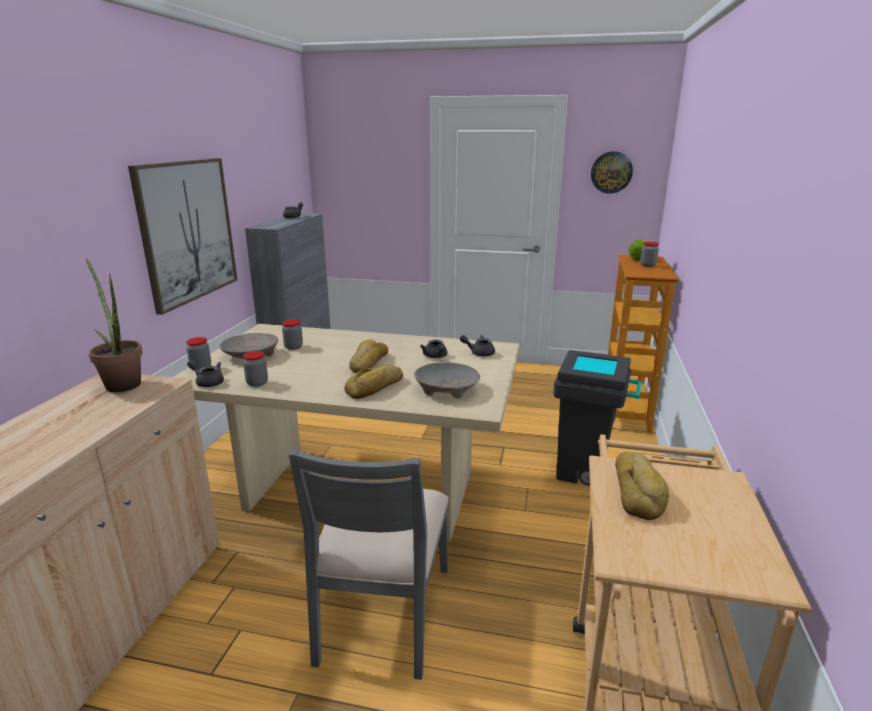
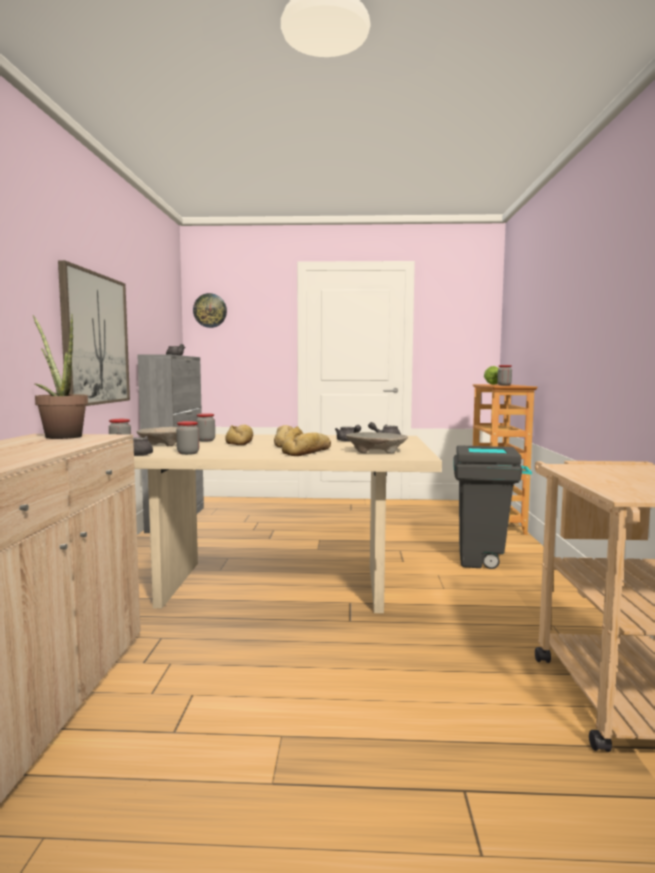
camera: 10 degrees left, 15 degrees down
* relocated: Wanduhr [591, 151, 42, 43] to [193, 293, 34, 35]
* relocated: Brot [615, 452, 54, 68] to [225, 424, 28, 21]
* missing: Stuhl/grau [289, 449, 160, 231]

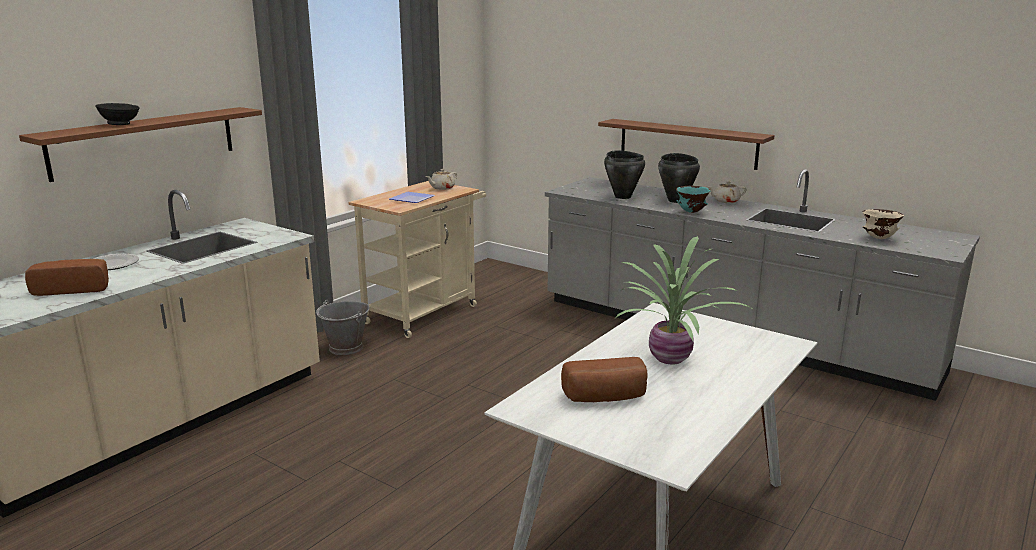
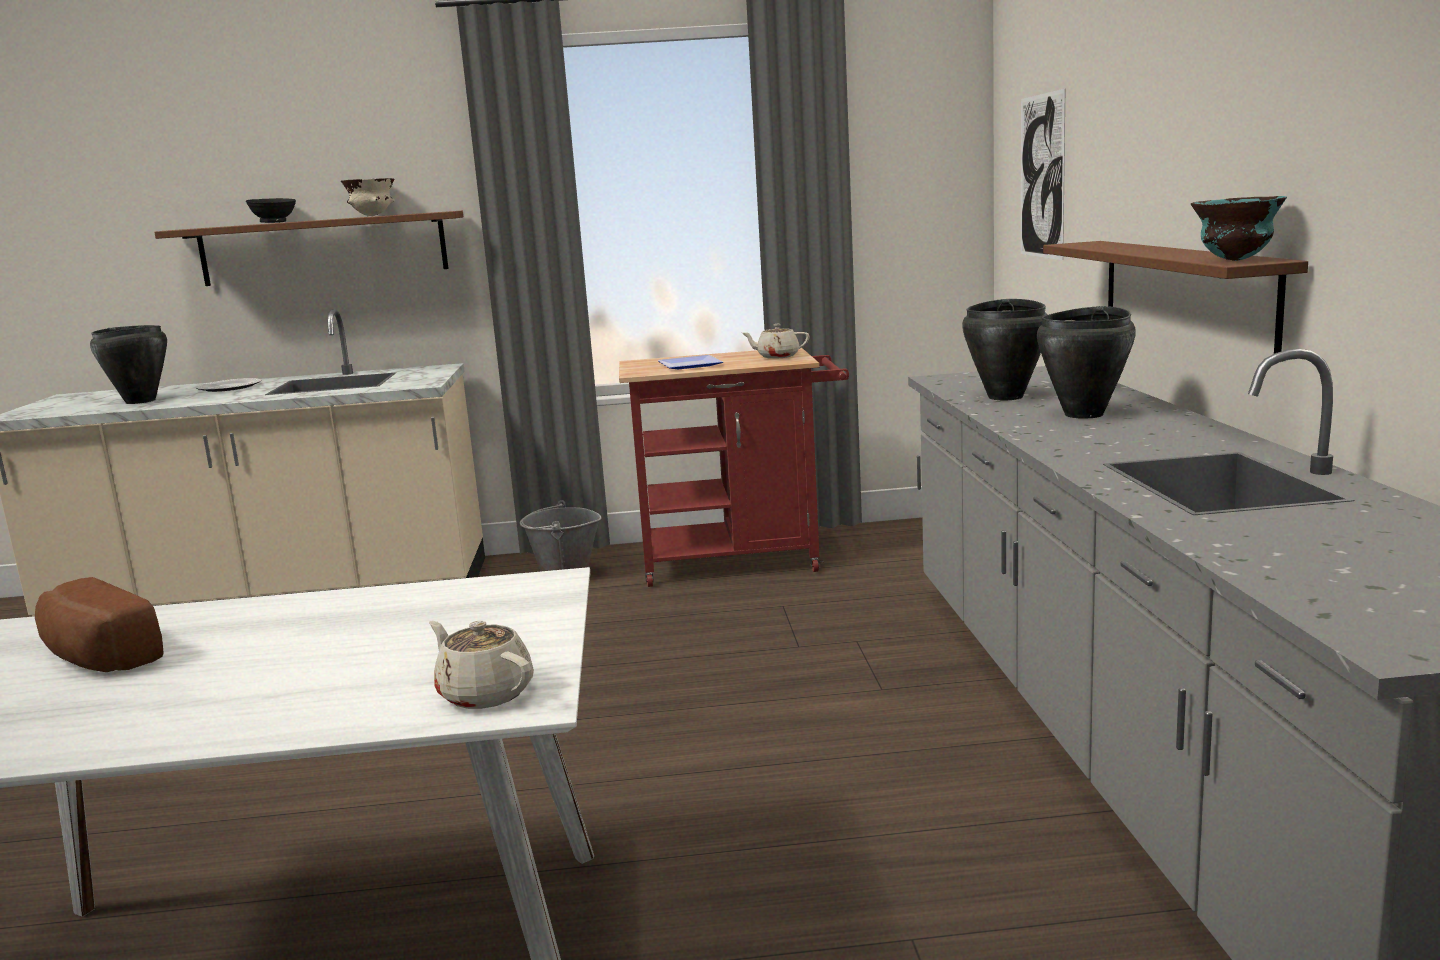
camera: 50 degrees right, 5 degrees down
* exchanged: Brot [25, 259, 84, 37] to Kochtopf/schwarz [90, 325, 77, 79]
* relocated: Schüssel/beige [862, 209, 42, 30] to [341, 178, 53, 38]
* relocated: Teekanne/beige [707, 181, 40, 22] to [429, 621, 105, 88]
* colour: Rollwagen/beige [349, 181, 137, 157] to Rollwagen/rot [619, 348, 230, 239]
* appeared: Bild [1021, 89, 44, 171]
* relocated: Schüssel/türkis [676, 186, 34, 27] to [1191, 196, 96, 65]
* missing: Topfpflanze [615, 236, 136, 128]

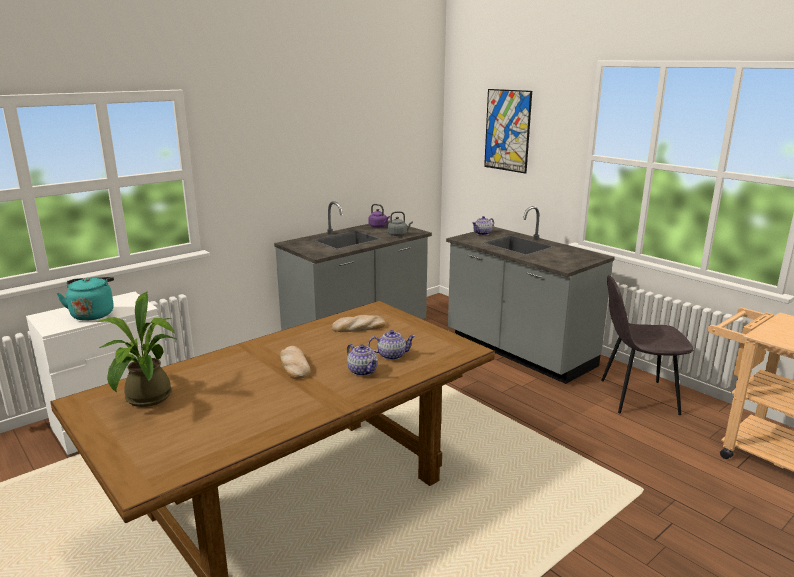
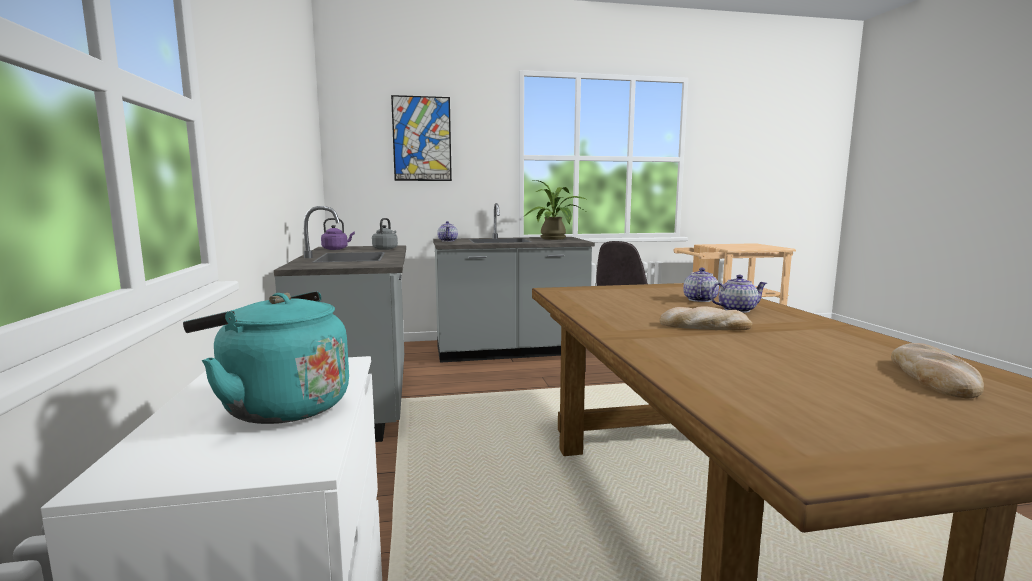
camera: 60 degrees left, 10 degrees down
* relocated: Topfpflanze [96, 292, 82, 115] to [523, 180, 63, 60]
* relocated: Brot [332, 315, 54, 17] to [891, 343, 93, 56]

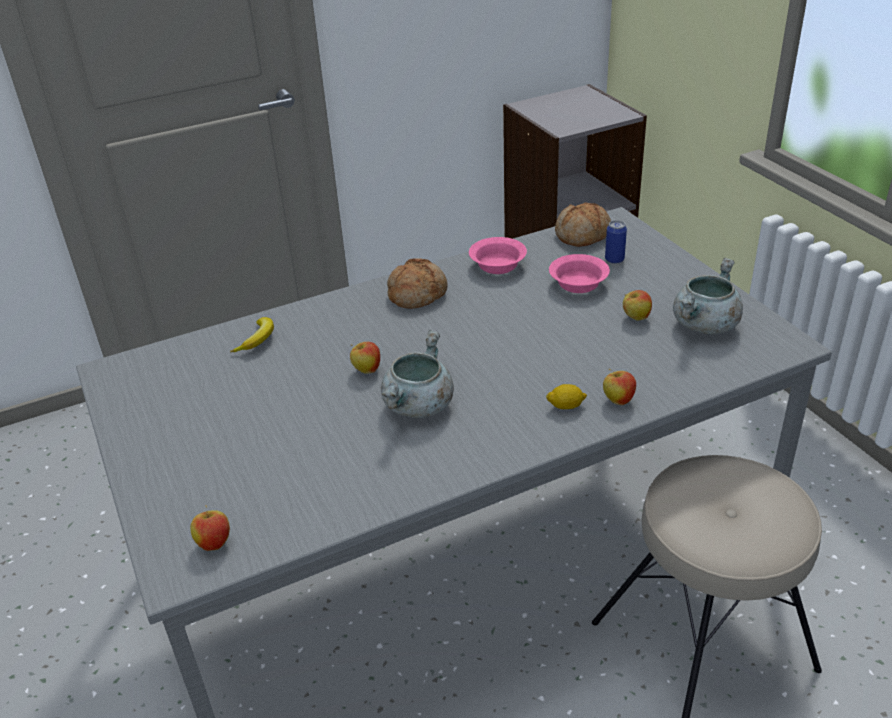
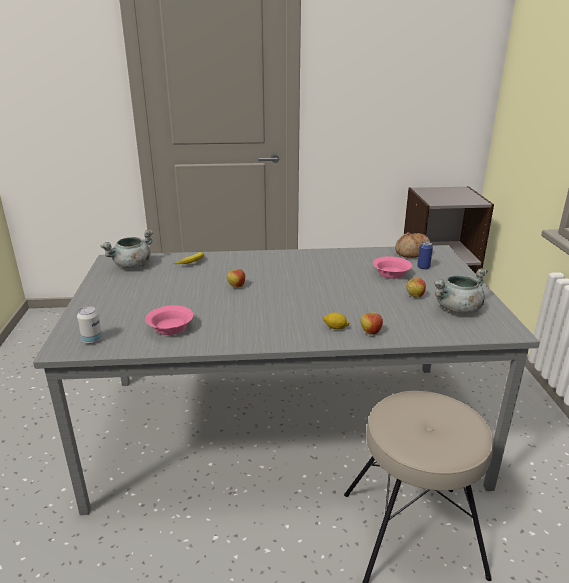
camera: 20 degrees right, 10 degrees down
* exchanged: Apfel [190, 505, 40, 46] to Dose [77, 306, 25, 38]
* relocated: Kochtopf/grau [381, 330, 73, 88] to [100, 229, 53, 40]
* relocated: Schüssel/rosa [469, 237, 58, 37] to [145, 305, 48, 30]
* missing: Brot [387, 258, 61, 51]

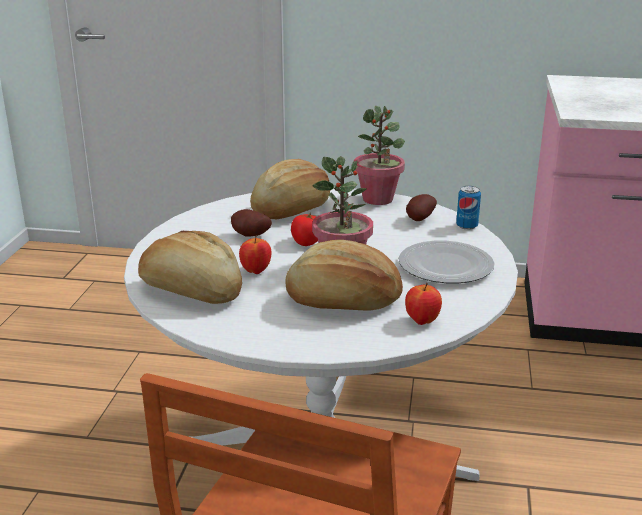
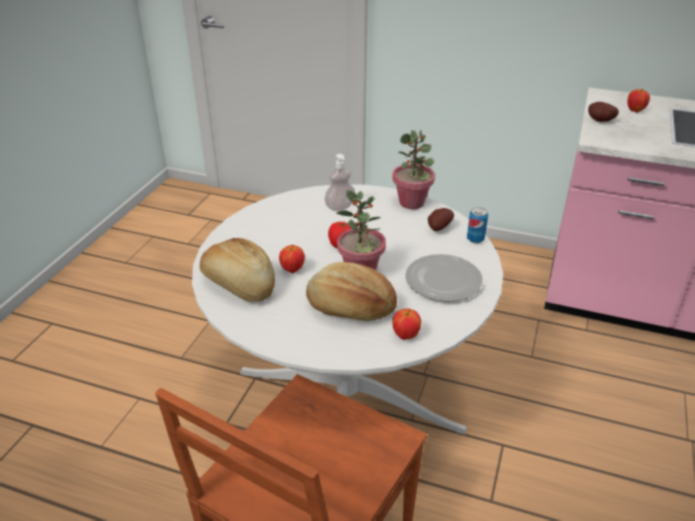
camera: 10 degrees right, 10 degrees up
* exchanged: Brot [250, 159, 80, 60] to Seifenspender [324, 154, 32, 57]
* relocated: Kartoffel [231, 209, 41, 28] to [588, 102, 31, 20]
* appeared: Apfel [627, 88, 23, 25]

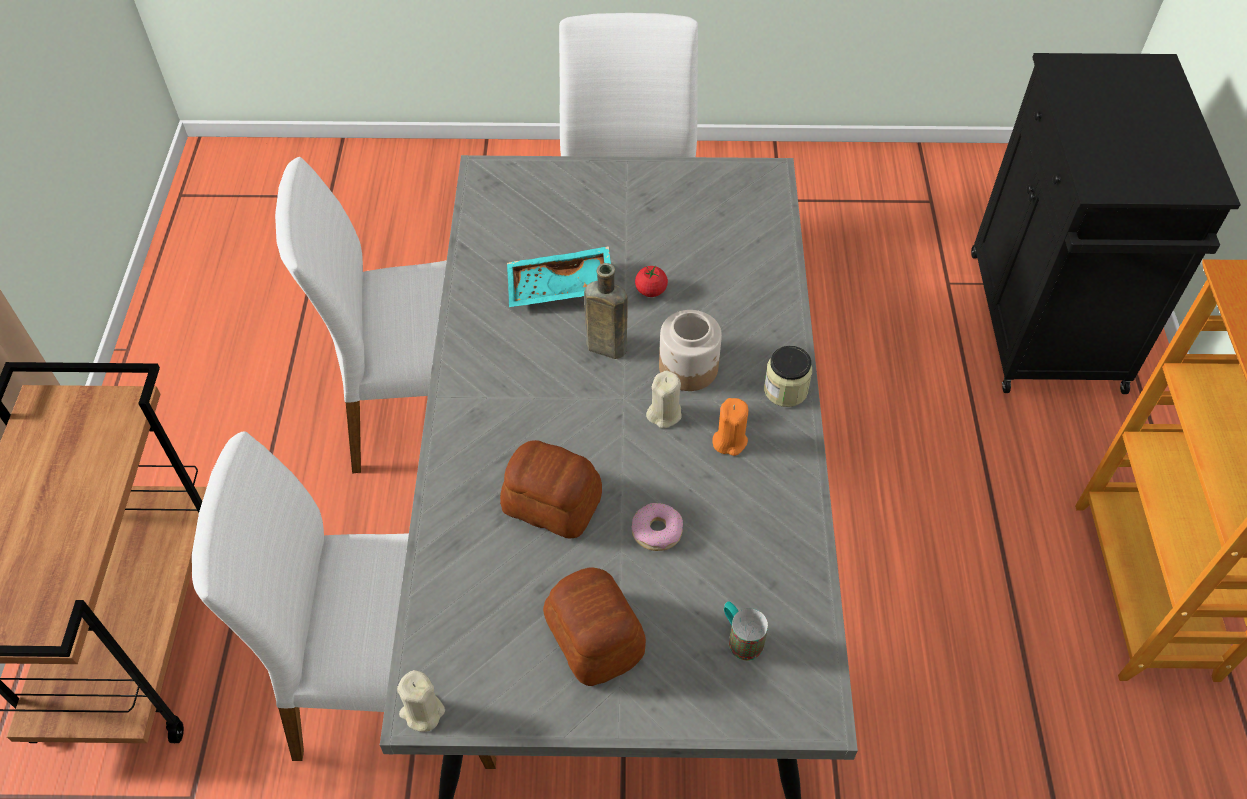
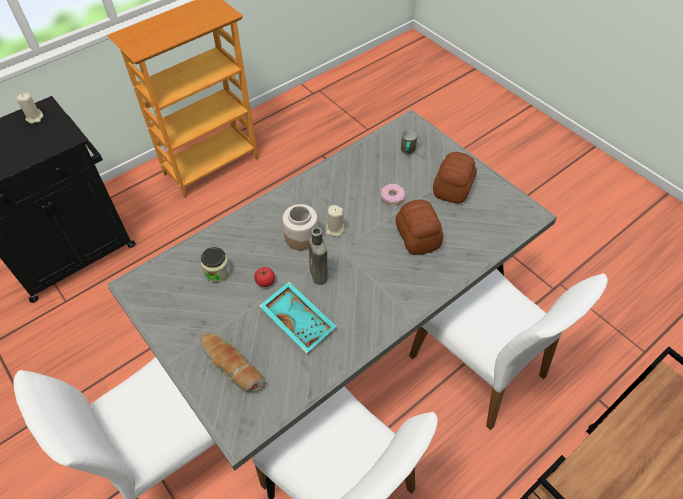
camera: 130 degrees left, 0 degrees up
* relocated: Kerze/beige [397, 670, 48, 62] to [16, 93, 27, 31]
* appeared: Brot [200, 333, 65, 59]
* relocated: Vorratsglas [764, 346, 48, 61] to [201, 247, 29, 35]
* missing: Kerze/orange [712, 398, 36, 58]

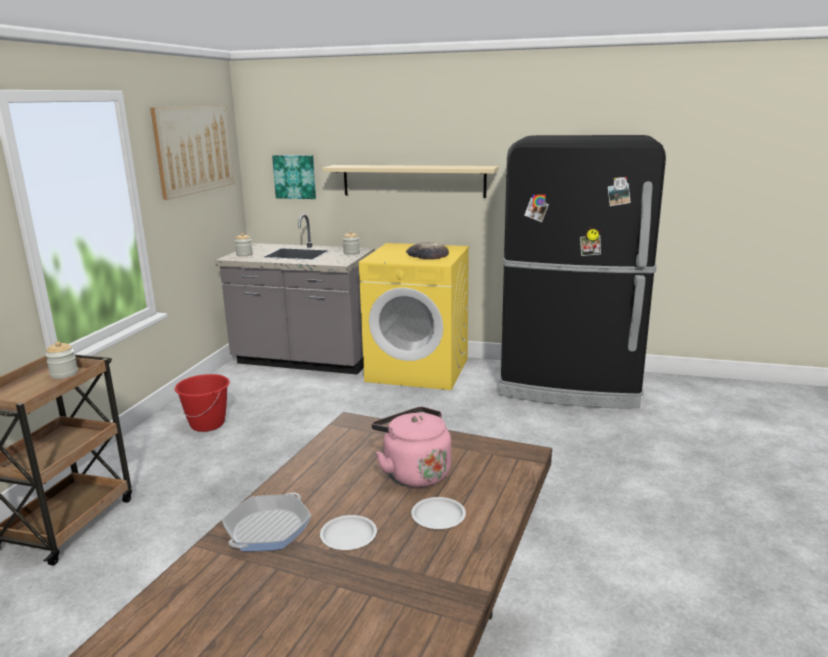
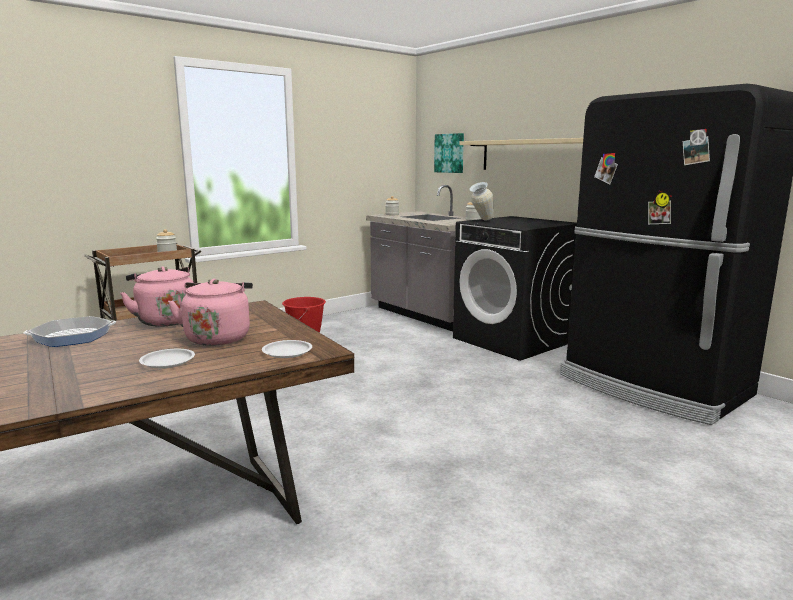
camera: 35 degrees right, 5 degrees down
* appeared: Wasserkessel/rosa [120, 266, 74, 60]
* relocated: Teller/weiß [320, 515, 57, 35] to [262, 340, 50, 18]
* colour: Waschmaschine/gelb [359, 243, 110, 147] to Waschmaschine/schwarz [453, 216, 124, 145]
* appeared: Vase [470, 182, 24, 39]
* missing: Bild [150, 105, 84, 95]
* missing: Brot [406, 242, 43, 17]

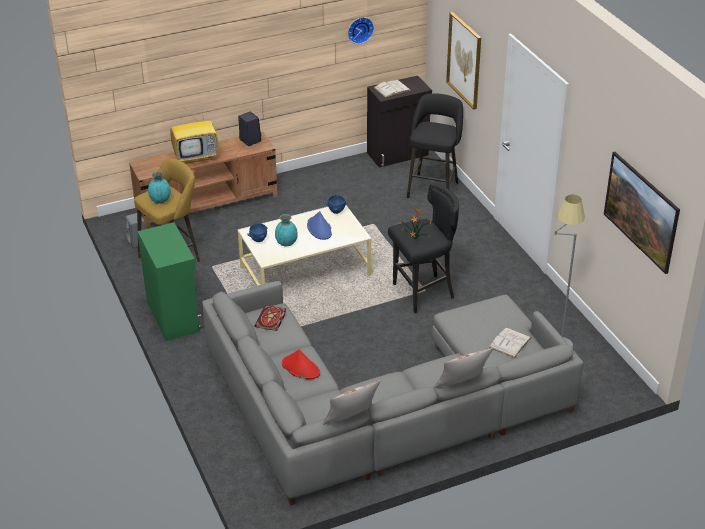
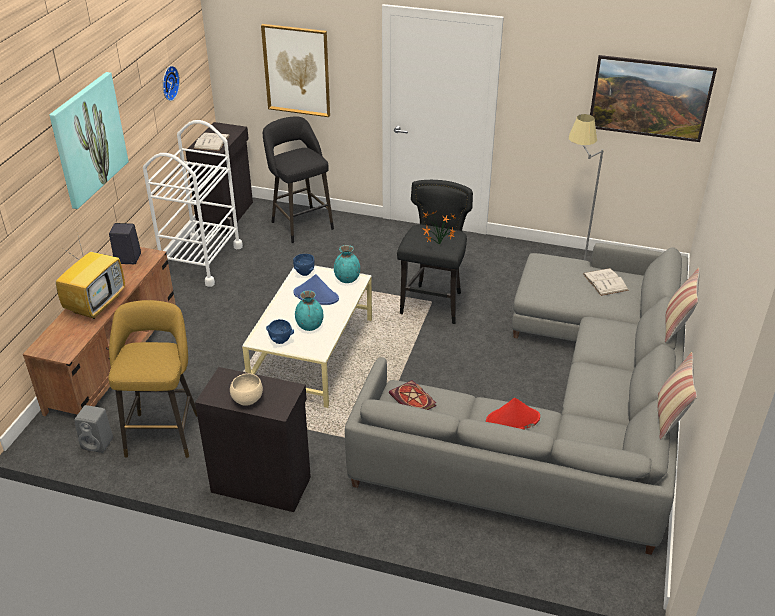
camera: 50 degrees left, 0 degrees up
* appeared: Bild [49, 72, 80, 137]
* appeared: Rollwagen/weiß [143, 120, 100, 167]
* colour: Schrank/grün [137, 222, 65, 119] to Schrank/schwarz [195, 367, 116, 145]
* appeared: Schüssel/beige [230, 373, 33, 33]
* relocated: Vase/türkis [148, 171, 23, 33] to [334, 245, 26, 38]

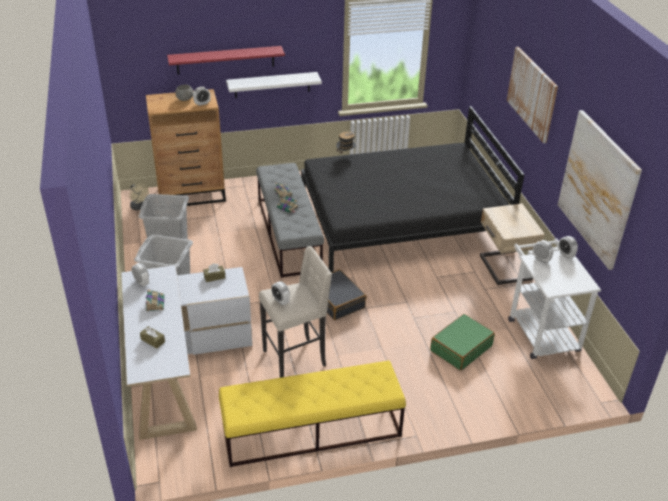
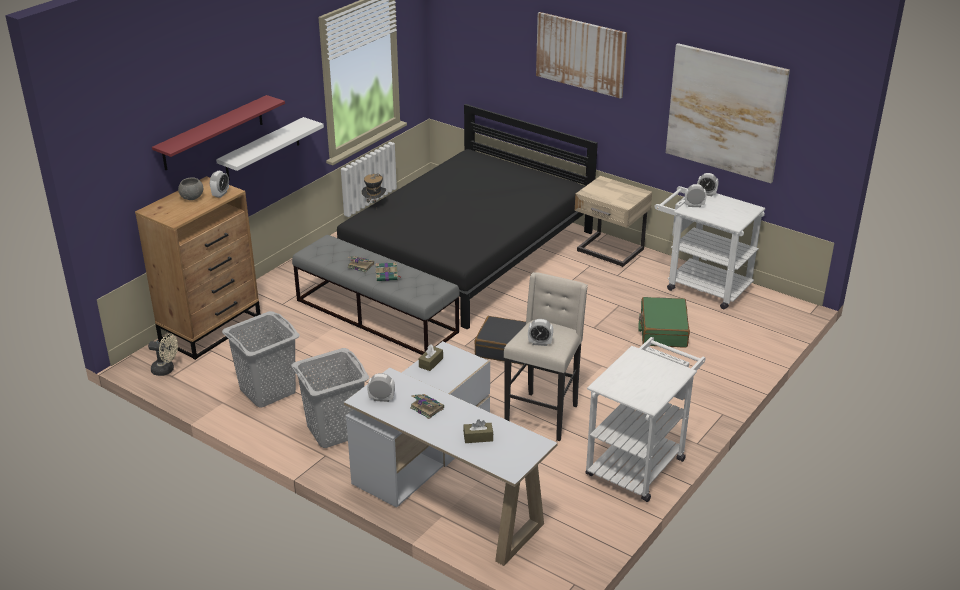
camera: 40 degrees left, 5 degrees down
* exchanged: Bank/gelb [219, 361, 187, 106] to Rollwagen/weiß [586, 337, 120, 165]

